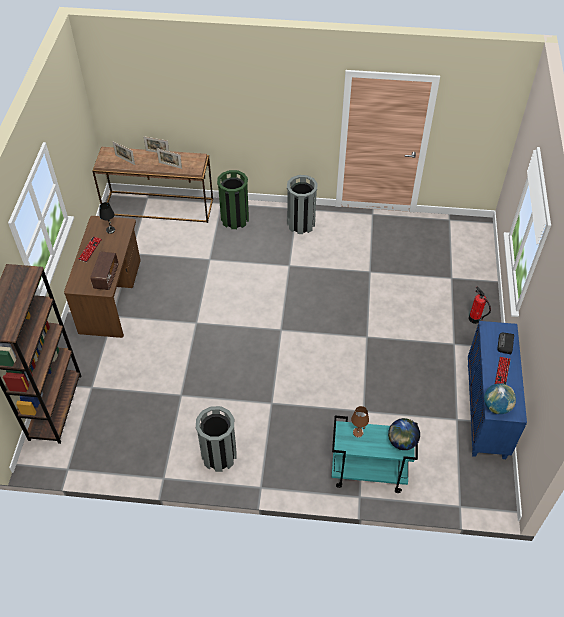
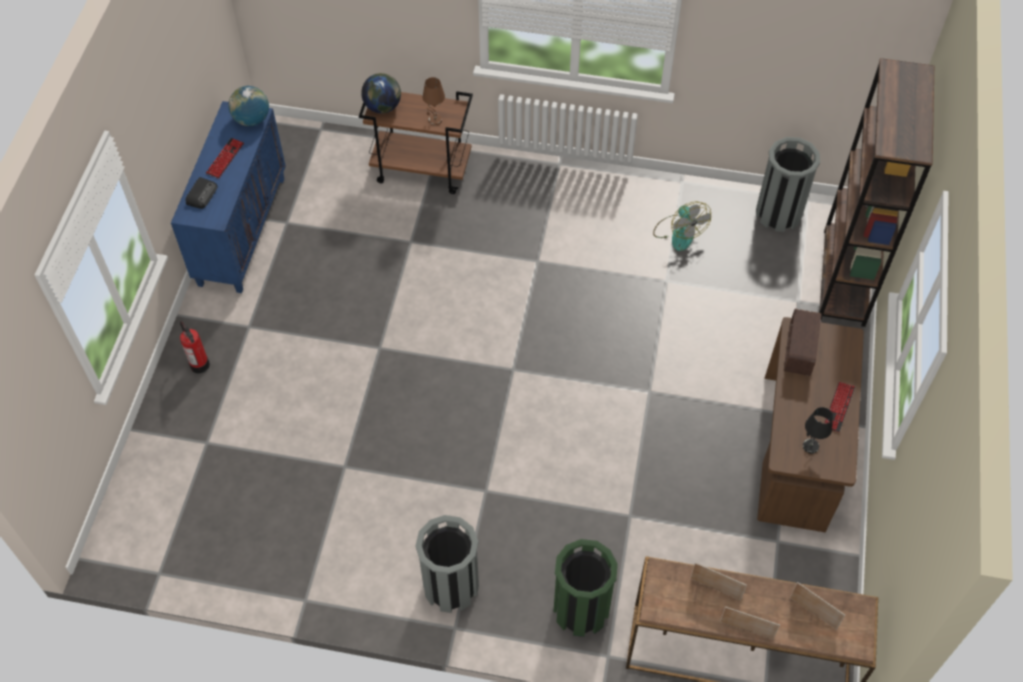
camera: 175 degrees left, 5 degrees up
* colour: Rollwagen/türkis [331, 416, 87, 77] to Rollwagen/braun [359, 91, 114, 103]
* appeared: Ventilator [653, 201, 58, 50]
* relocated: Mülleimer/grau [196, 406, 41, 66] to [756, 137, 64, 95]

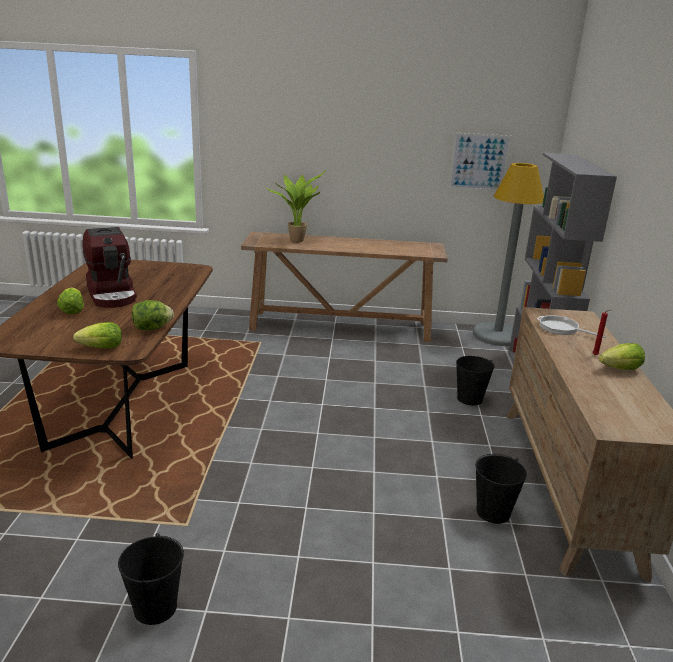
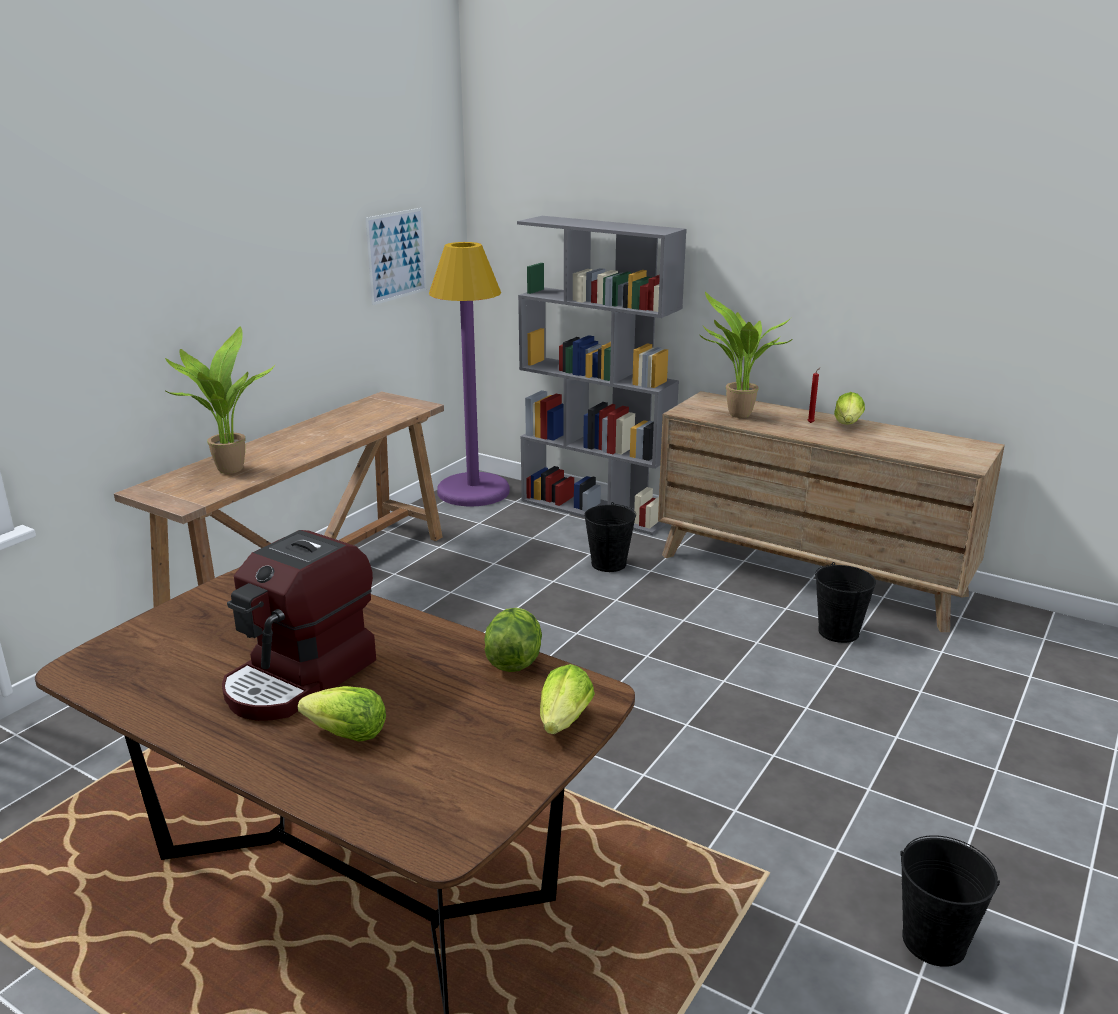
camera: 60 degrees left, 0 degrees up
* spun: Kaffeemaschine [82, 227, 55, 81] = [222, 530, 154, 191] 120 degrees clockwise
* colour: Stehlampe/grau [473, 163, 71, 183] to Stehlampe/lila [429, 242, 81, 264]
* exchanged: Pfanne [537, 315, 69, 23] to Topfpflanze [699, 292, 93, 126]

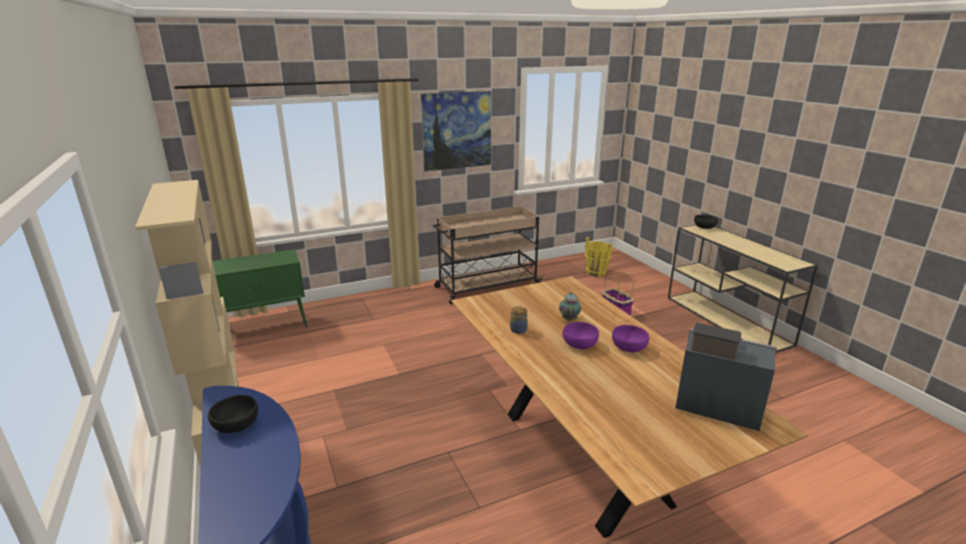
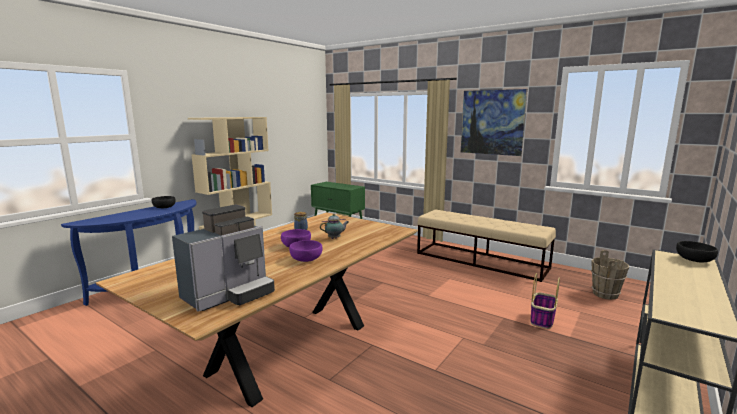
camera: 60 degrees right, 10 degrees down
* spun: Kaffeemaschine [675, 323, 102, 108] = [172, 205, 103, 107] 45 degrees clockwise
* exchanged: Rollwagen/beige [433, 206, 110, 98] to Bank/beige [417, 210, 139, 72]
* colour: Eimer/gelb [585, 237, 28, 40] to Eimer/braun [591, 250, 38, 50]

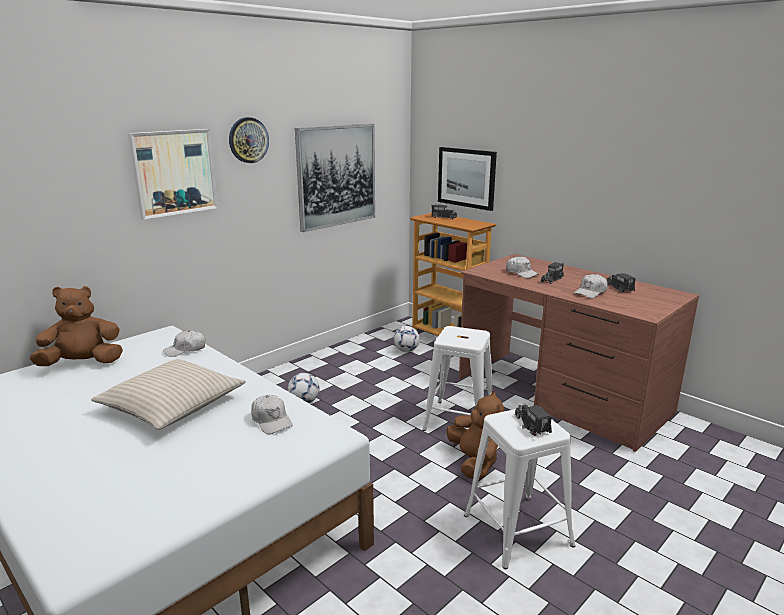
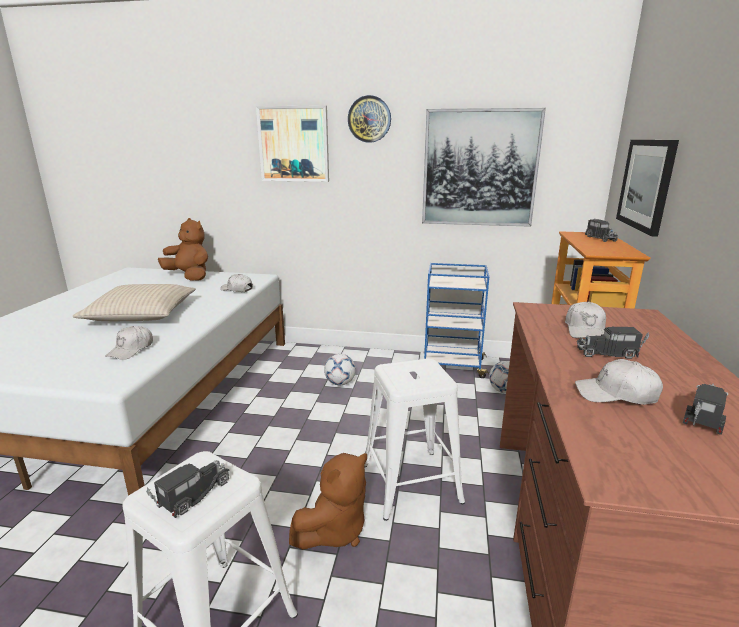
camera: 55 degrees right, 0 degrees up
* appeared: Rollwagen/blau [424, 263, 65, 115]

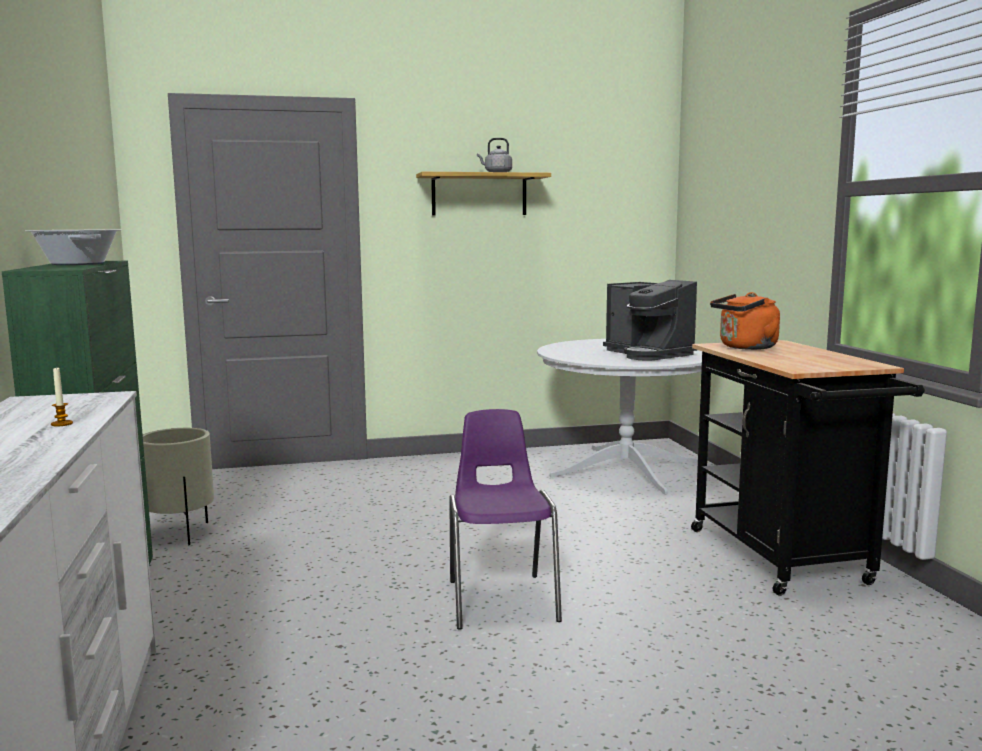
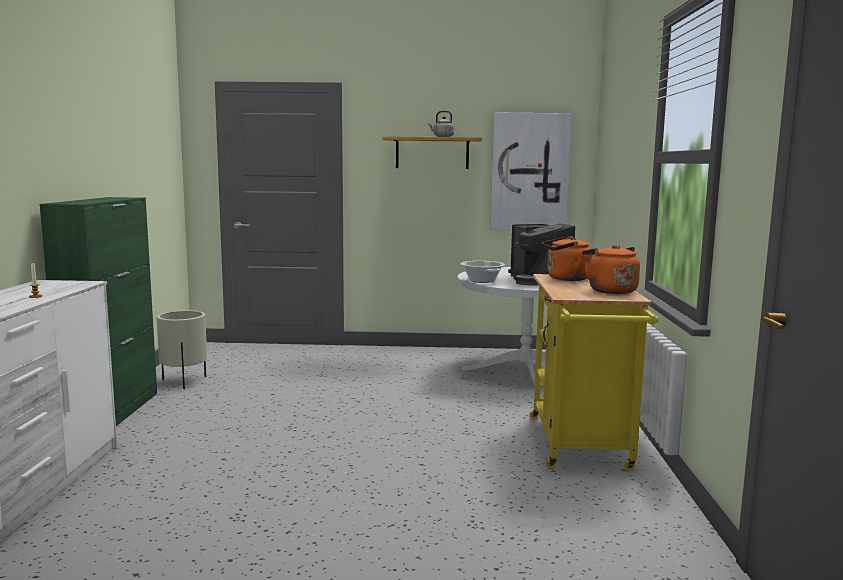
camera: 15 degrees right, 0 degrees up
* relocated: Kochtopf [26, 229, 95, 36] to [460, 261, 45, 22]
* appeared: Bild [490, 113, 82, 117]
* colour: Rollwagen/schwarz [691, 340, 234, 256] to Rollwagen/gelb [529, 274, 130, 197]
* appeared: Wasserkessel/orange [582, 245, 58, 49]
* missing: Stuhl/lila [449, 409, 113, 221]

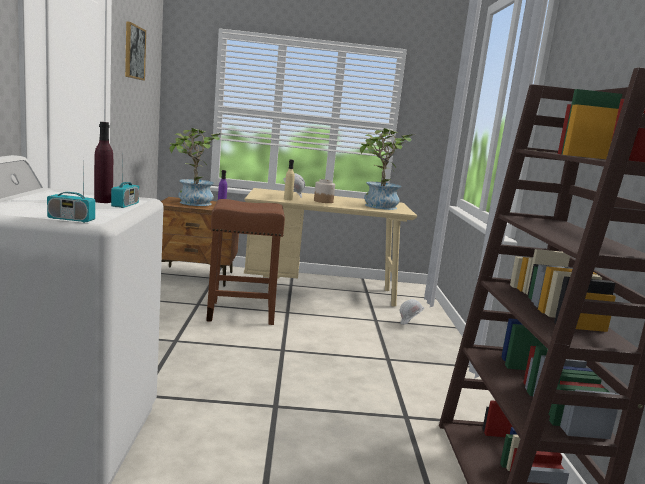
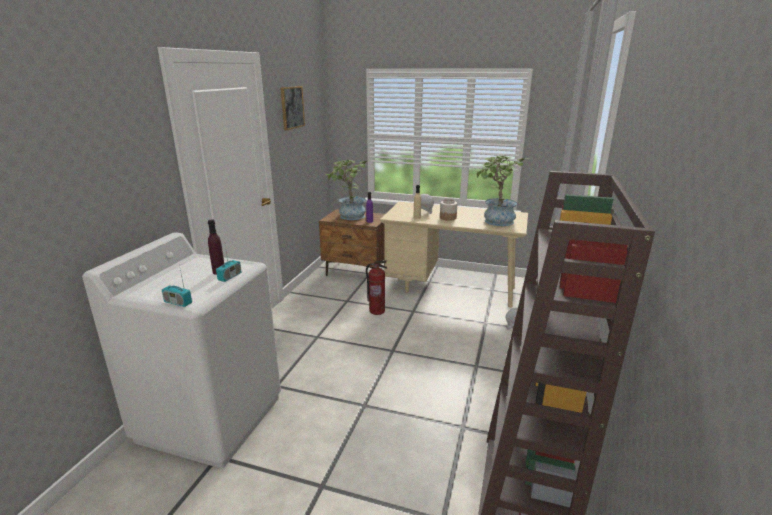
camera: 20 degrees right, 10 degrees up
* exchanged: Hocker/braun [206, 199, 79, 126] to Feuerlöscher [366, 261, 22, 54]

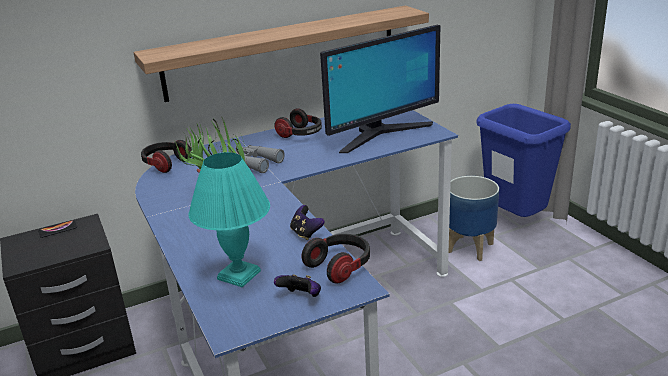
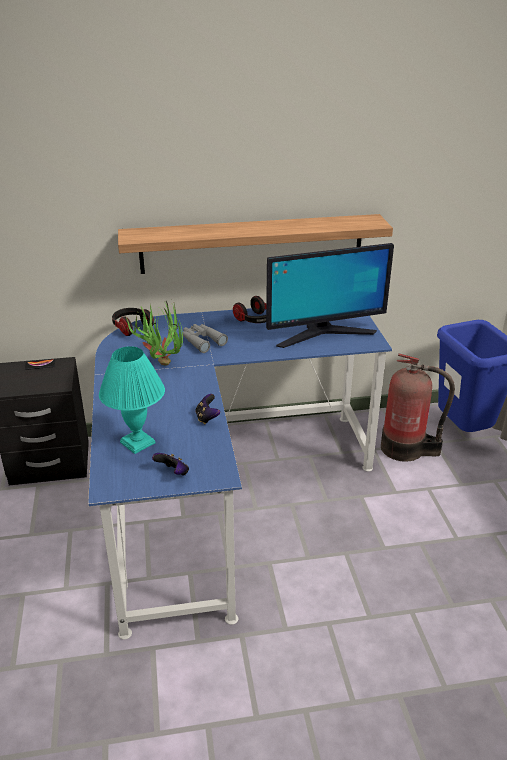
camera: 15 degrees right, 5 degrees up
* exchanged: Pflanzkübel [449, 176, 50, 85] to Feuerlöscher [381, 353, 74, 109]
* missing: Kopfhörer [302, 234, 68, 50]

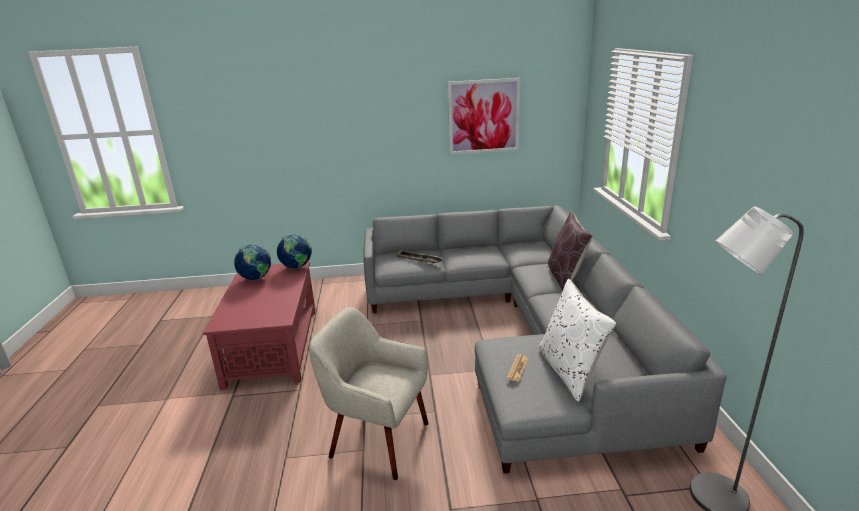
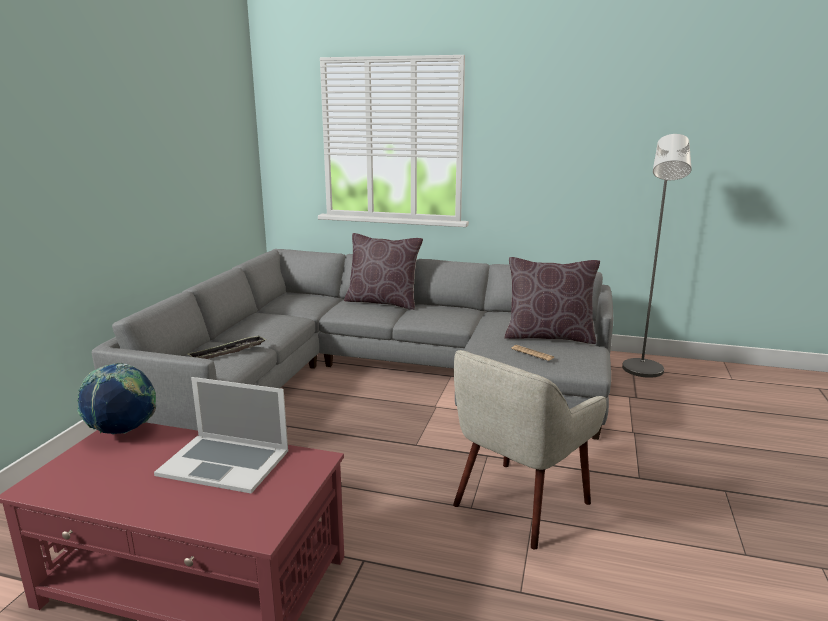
camera: 70 degrees left, 5 degrees down
* appeared: Laptop [154, 377, 134, 117]
* colour: Kissen/weiß [538, 279, 78, 123] to Kissen/braun [504, 257, 96, 87]
* missing: Globus [234, 244, 37, 36]
* missing: Bild [448, 78, 72, 77]

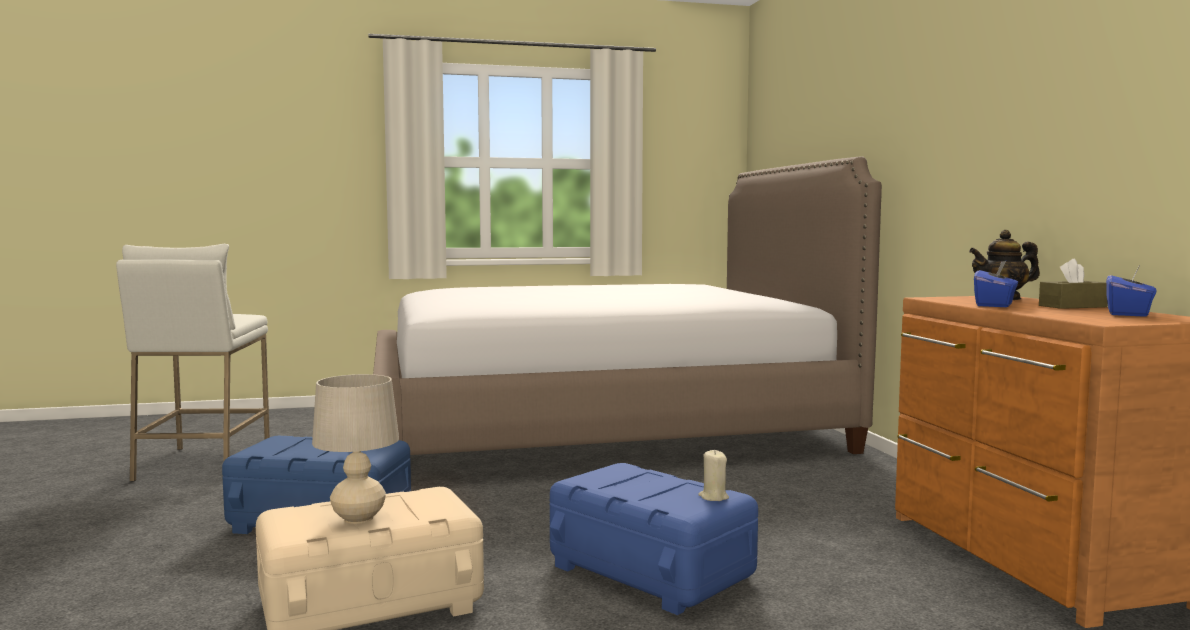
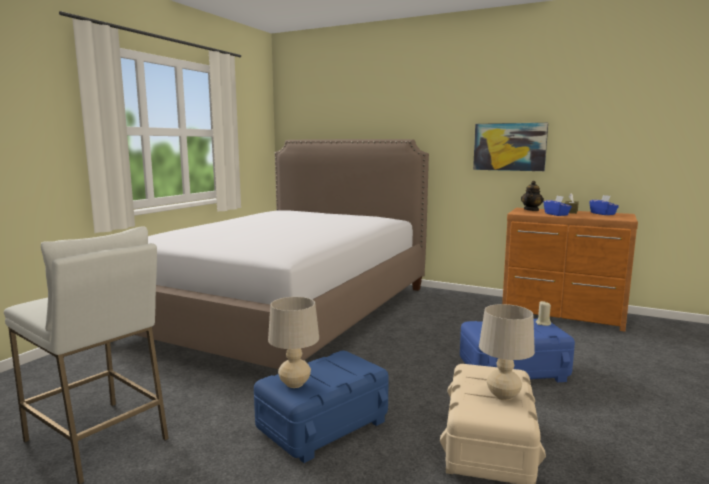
camera: 50 degrees left, 5 degrees up
* appeared: Tischlampe/beige [268, 297, 51, 91]
* appeared: Bild [473, 123, 75, 48]

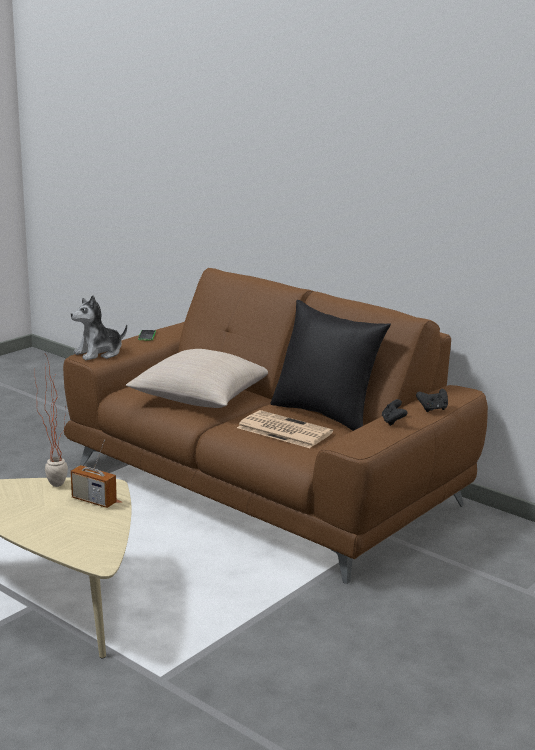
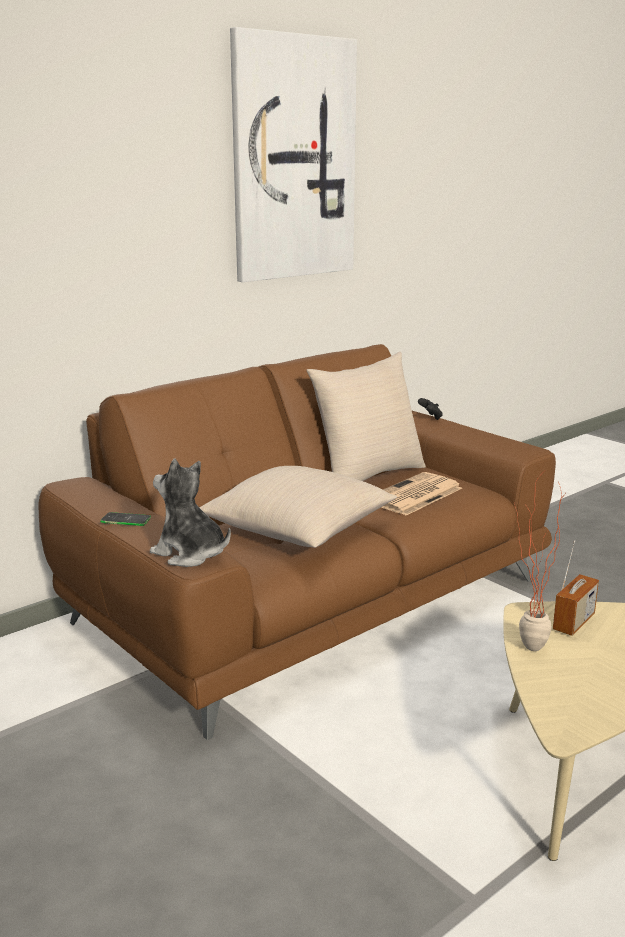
camera: 80 degrees left, 0 degrees up
* spun: Plüschtier [71, 295, 56, 65] = [150, 459, 81, 108] 150 degrees clockwise
* appeared: Bild [230, 27, 127, 255]
* colour: Kissen/schwarz [270, 300, 121, 131] to Kissen/beige [306, 352, 120, 129]
* missing: Gamepad/schwarz [382, 399, 26, 27]

